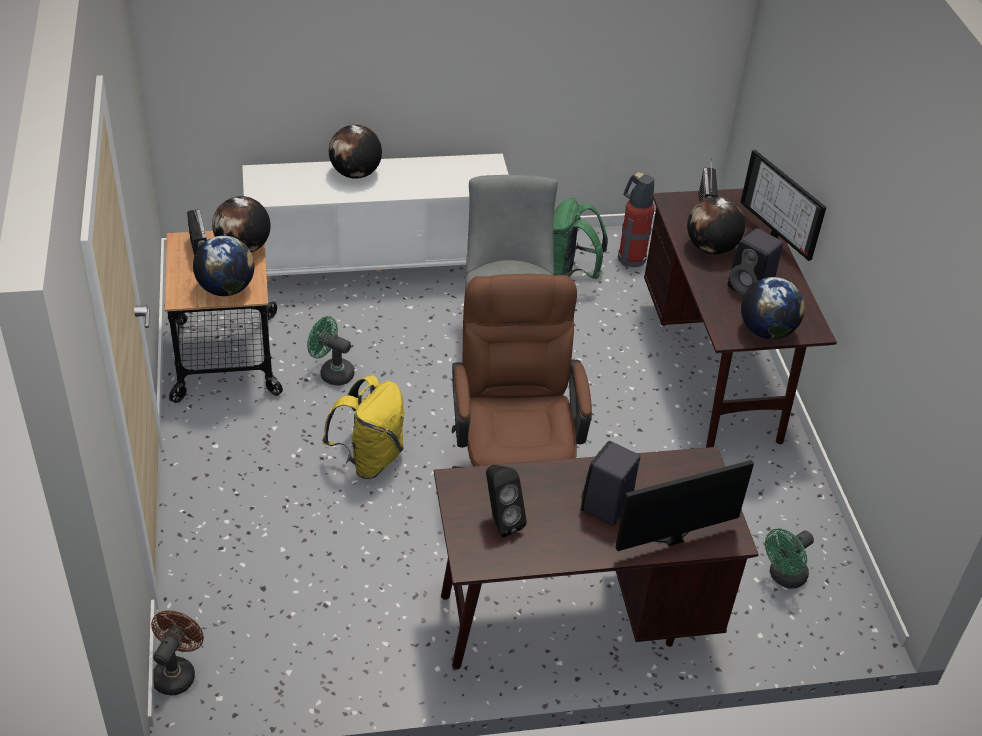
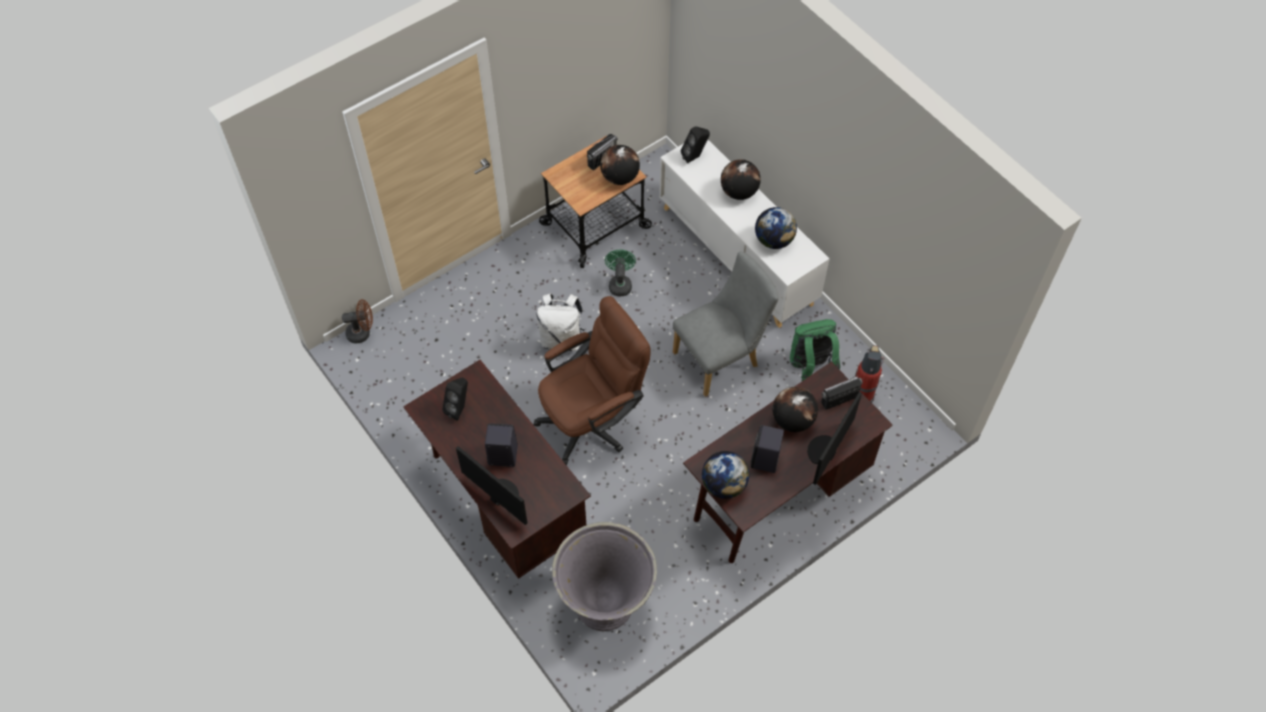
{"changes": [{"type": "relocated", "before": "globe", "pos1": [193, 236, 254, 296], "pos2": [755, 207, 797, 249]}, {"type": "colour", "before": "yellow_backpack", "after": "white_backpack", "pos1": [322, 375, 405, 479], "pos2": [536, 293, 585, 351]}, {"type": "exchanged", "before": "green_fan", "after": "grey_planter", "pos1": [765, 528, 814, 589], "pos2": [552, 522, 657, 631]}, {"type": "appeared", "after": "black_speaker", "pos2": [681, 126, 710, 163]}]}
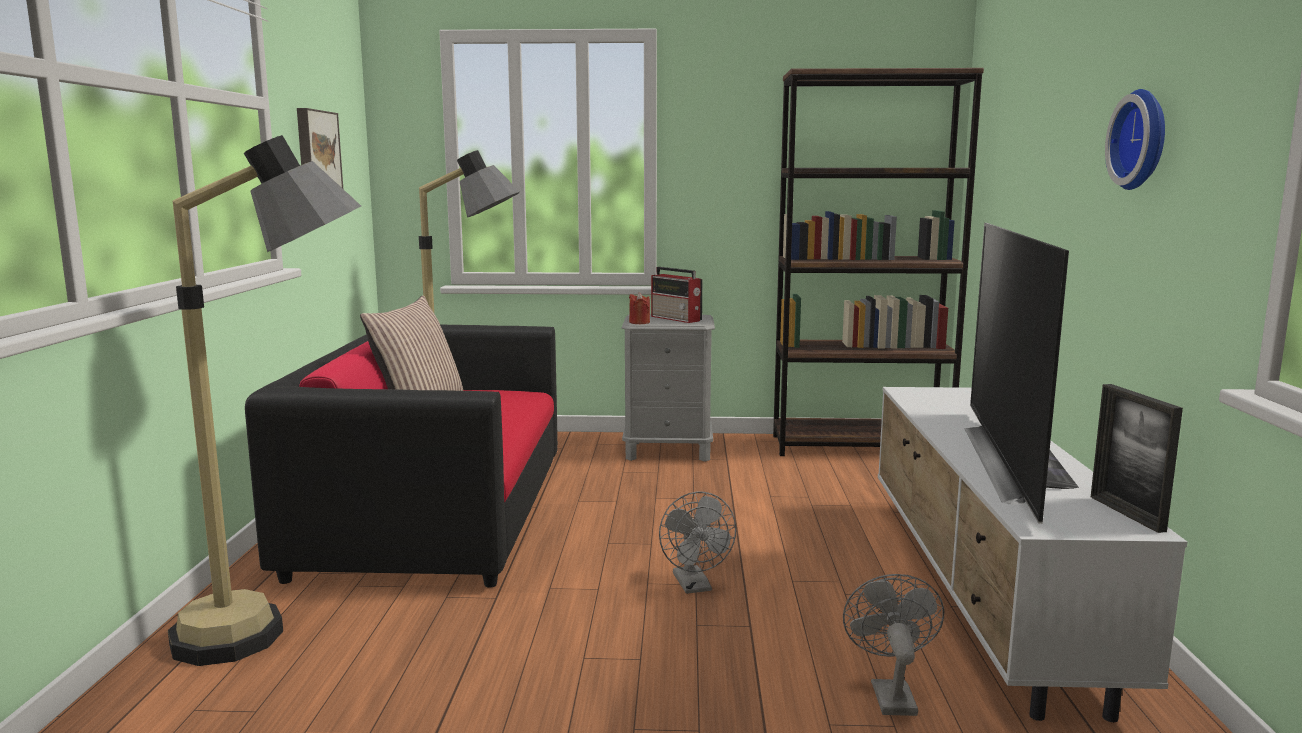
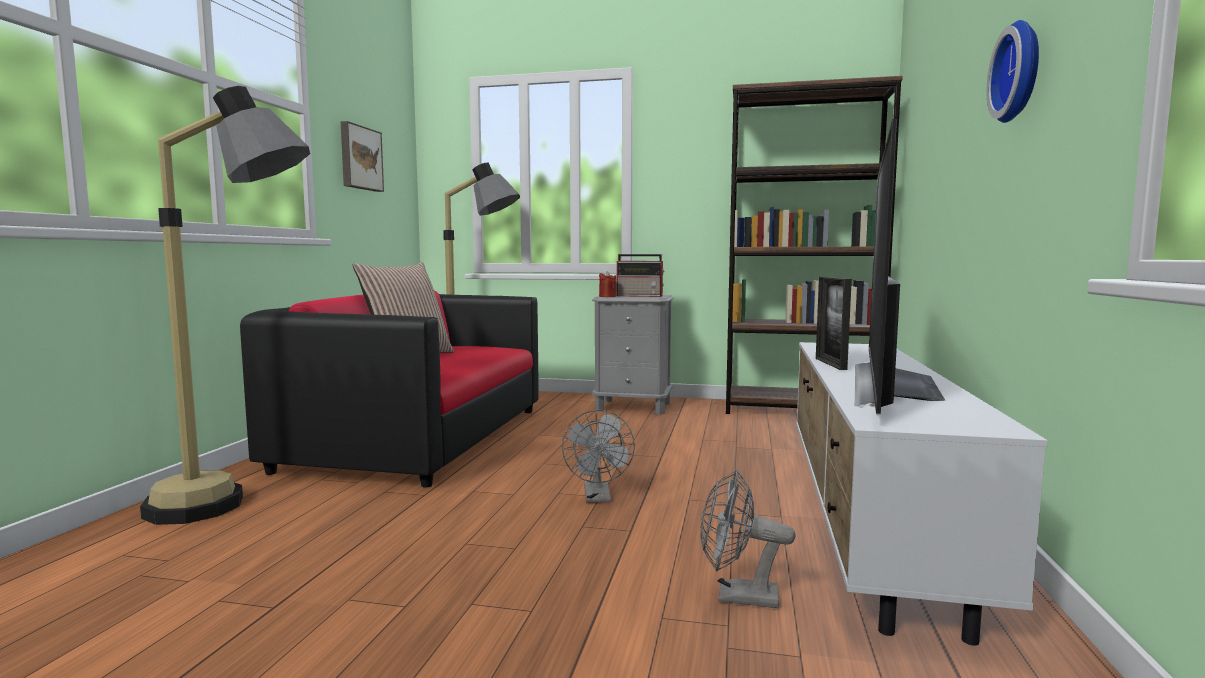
{"changes": [{"type": "spun", "before": "radio", "pos1": [651, 267, 702, 323], "pos2": [617, 254, 665, 297], "turn": -45}, {"type": "relocated", "before": "picture_frame", "pos1": [1091, 384, 1183, 533], "pos2": [816, 277, 852, 370]}, {"type": "spun", "before": "grey_fan", "pos1": [843, 574, 944, 716], "pos2": [701, 470, 796, 608], "turn": -90}]}
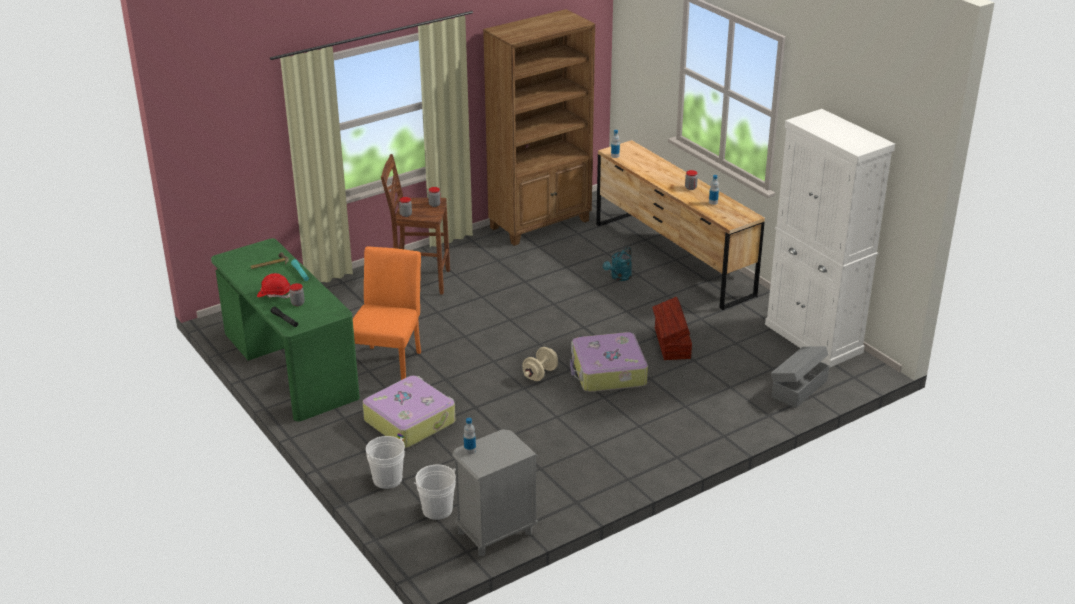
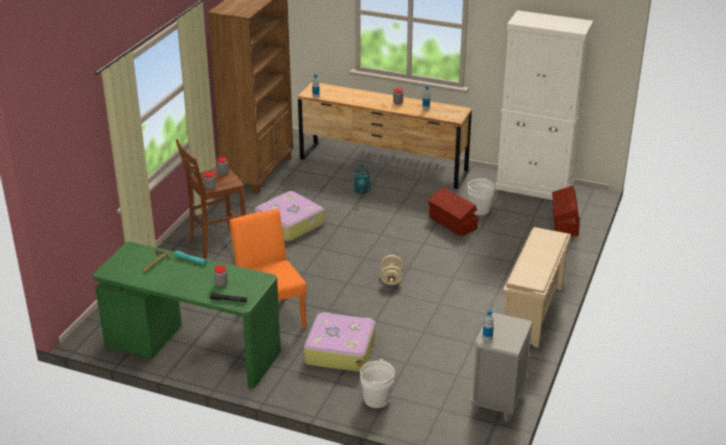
{"changes": [{"type": "missing", "before": "red_hard_hat", "pos1": [257, 273, 290, 298]}, {"type": "relocated", "before": "suitcase", "pos1": [570, 332, 648, 392], "pos2": [255, 191, 324, 241]}, {"type": "colour", "before": "grey_storage_box", "after": "brown_storage_box", "pos1": [771, 346, 830, 408], "pos2": [552, 186, 580, 236]}, {"type": "relocated", "before": "white_bucket", "pos1": [414, 465, 456, 520], "pos2": [468, 178, 495, 215]}, {"type": "appeared", "after": "beige_shoe_rack", "pos2": [503, 227, 571, 348]}]}
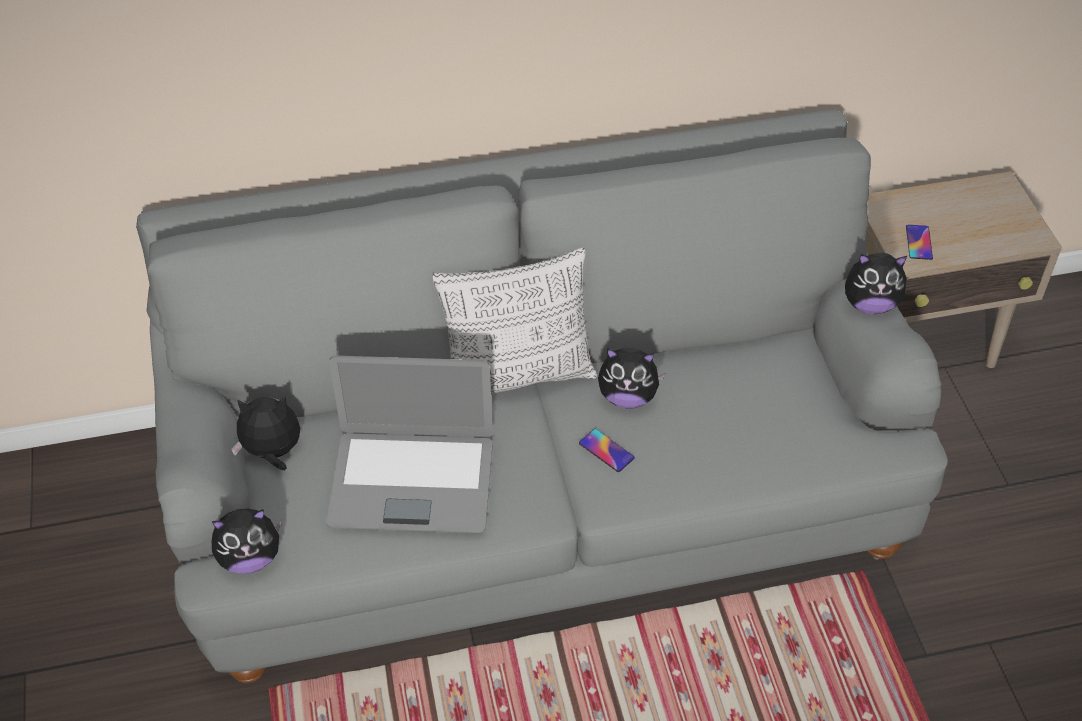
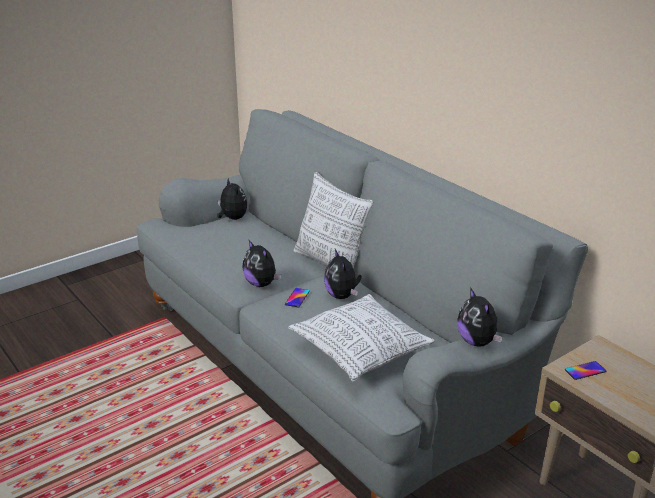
{"changes": [{"type": "missing", "before": "laptop", "pos1": [326, 356, 493, 533]}, {"type": "relocated", "before": "plush_toy", "pos1": [212, 508, 282, 574], "pos2": [242, 239, 281, 287]}, {"type": "appeared", "after": "pillow", "pos2": [288, 294, 435, 382]}]}
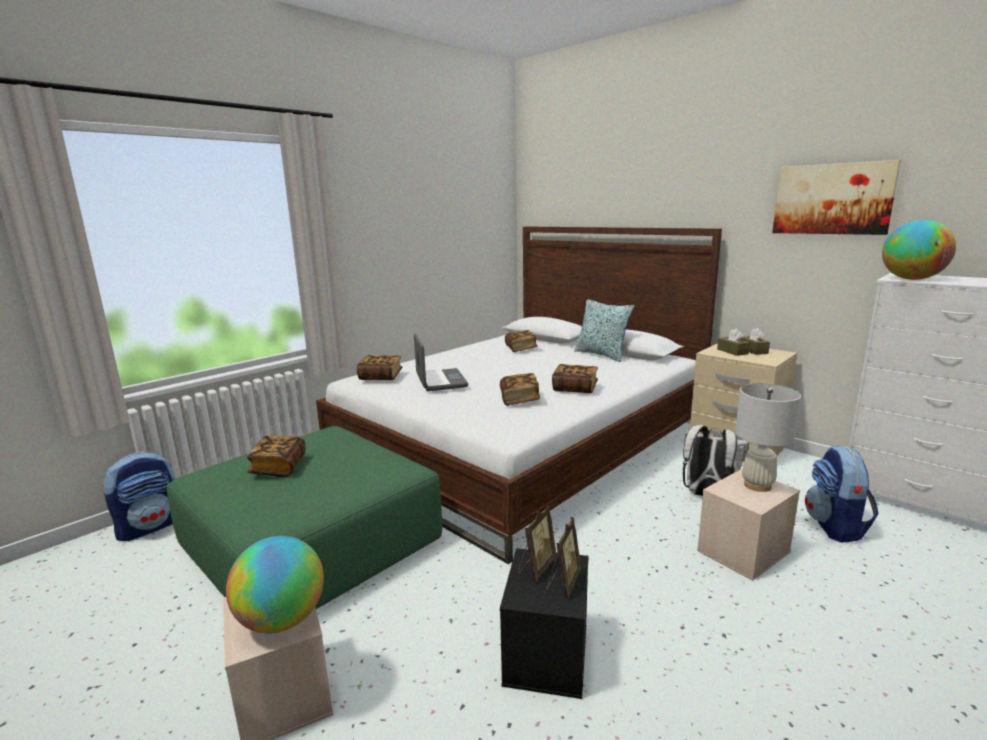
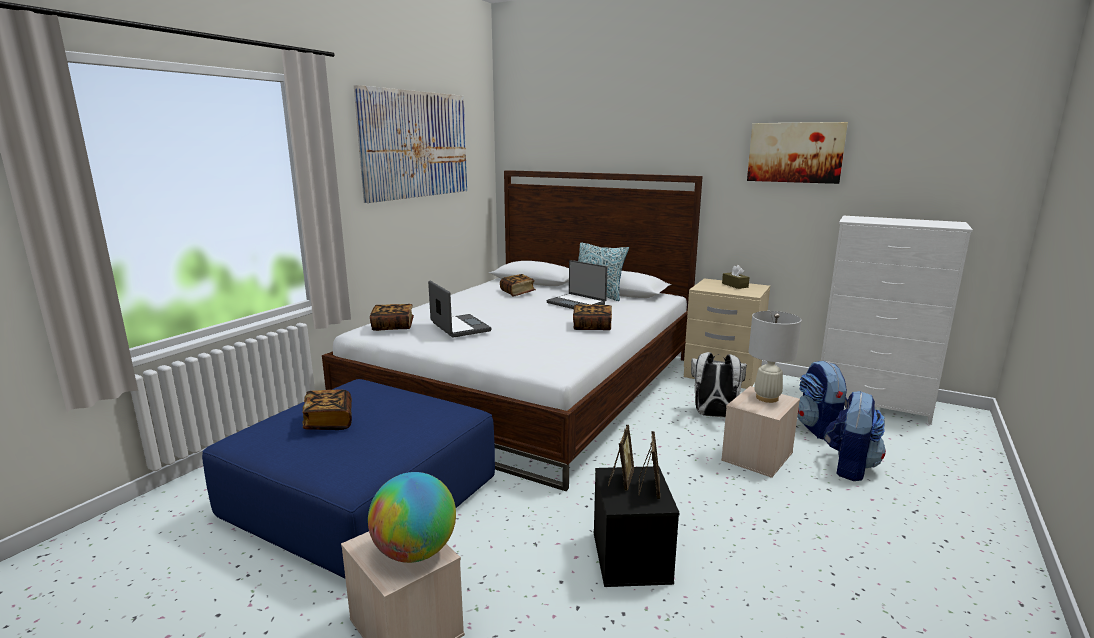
{"changes": [{"type": "missing", "before": "globe", "pos1": [882, 220, 956, 280]}, {"type": "missing", "before": "brown_tissue_box", "pos1": [717, 329, 750, 356]}, {"type": "missing", "before": "book", "pos1": [500, 373, 540, 406]}, {"type": "colour", "before": "green_ottoman", "after": "blue_ottoman", "pos1": [167, 426, 442, 609], "pos2": [202, 379, 495, 578]}, {"type": "relocated", "before": "backpack", "pos1": [103, 451, 175, 541], "pos2": [823, 391, 886, 481]}, {"type": "appeared", "after": "picture", "pos2": [354, 85, 467, 203]}, {"type": "appeared", "after": "laptop", "pos2": [546, 260, 607, 309]}]}
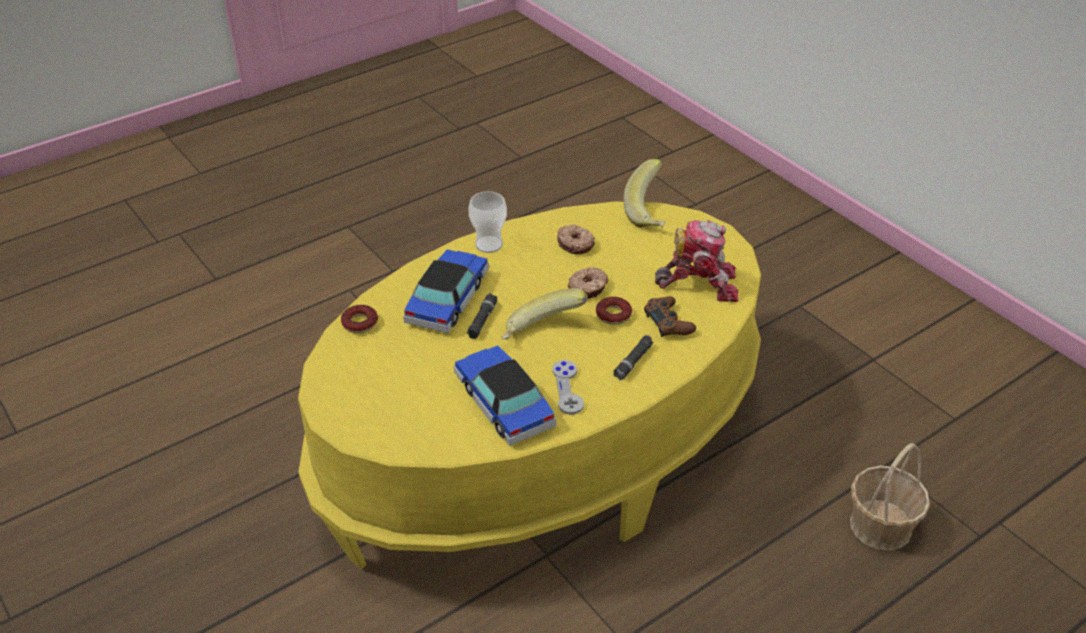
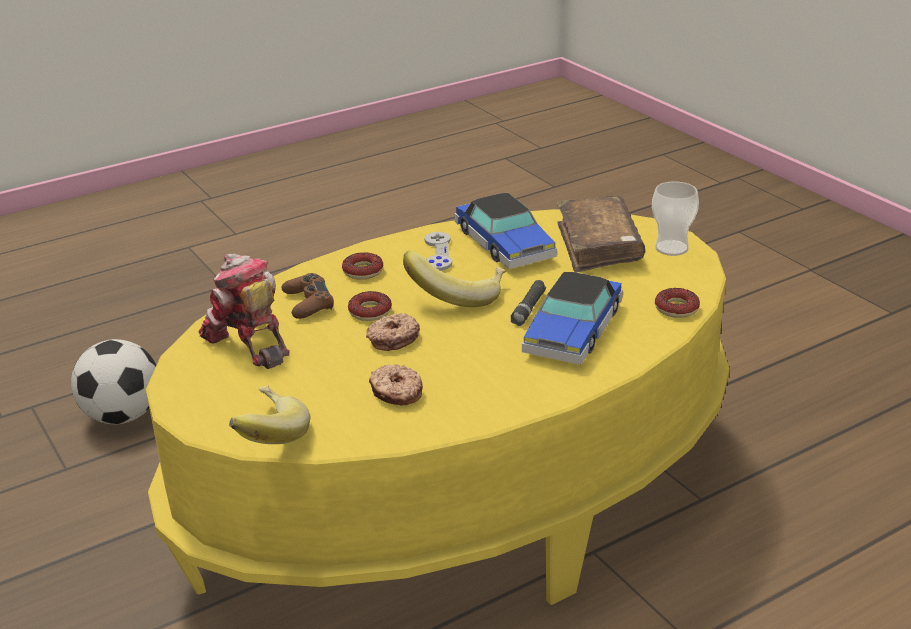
{"changes": [{"type": "relocated", "before": "cup", "pos1": [468, 191, 507, 253], "pos2": [652, 182, 699, 256]}, {"type": "spun", "before": "toy_robot", "pos1": [655, 220, 739, 302], "pos2": [199, 253, 289, 369], "turn": 45}, {"type": "exchanged", "before": "black_flashlight", "after": "donut", "pos1": [613, 335, 654, 380], "pos2": [342, 252, 383, 280]}, {"type": "exchanged", "before": "basket", "after": "football", "pos1": [850, 443, 930, 551], "pos2": [71, 339, 156, 424]}, {"type": "appeared", "after": "brown_book", "pos2": [557, 196, 645, 272]}]}
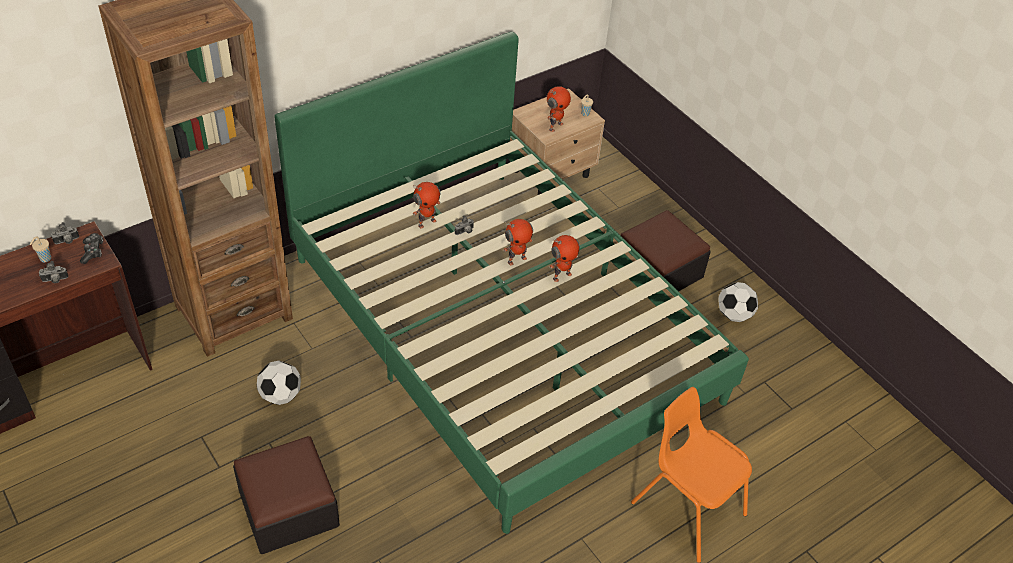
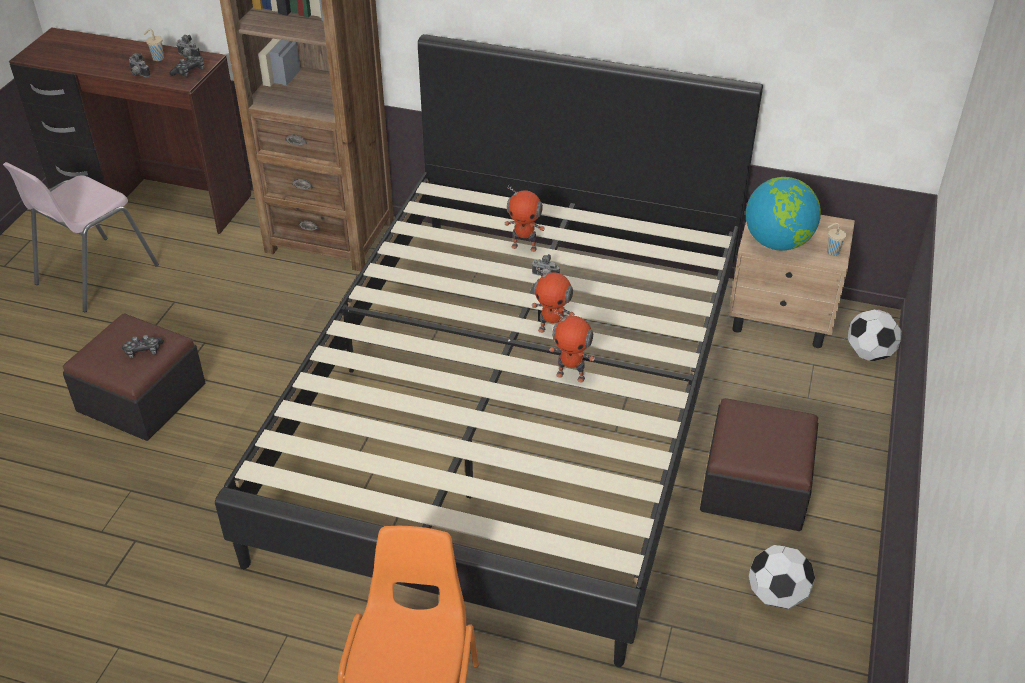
{"changes": [{"type": "colour", "before": "green_bed", "after": "black_bed", "pos1": [274, 31, 749, 534], "pos2": [215, 34, 763, 667]}, {"type": "exchanged", "before": "toy_robot", "after": "globe", "pos1": [547, 86, 571, 132], "pos2": [746, 177, 821, 251]}, {"type": "relocated", "before": "football", "pos1": [257, 360, 301, 405], "pos2": [848, 309, 901, 361]}, {"type": "appeared", "after": "pink_chair", "pos2": [3, 162, 159, 312]}, {"type": "appeared", "after": "game_controller", "pos2": [122, 335, 164, 358]}]}
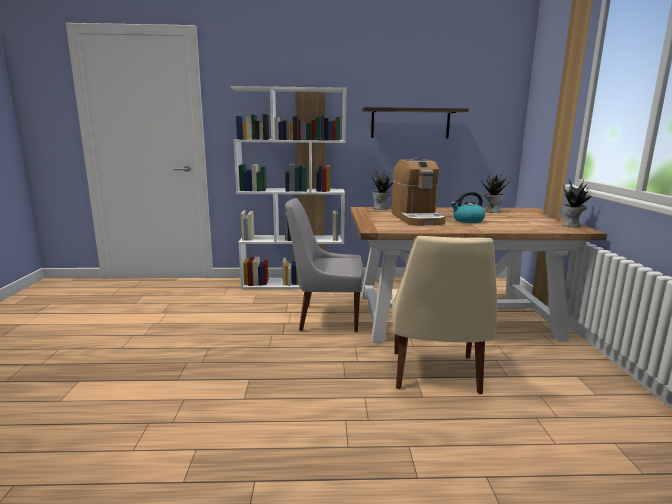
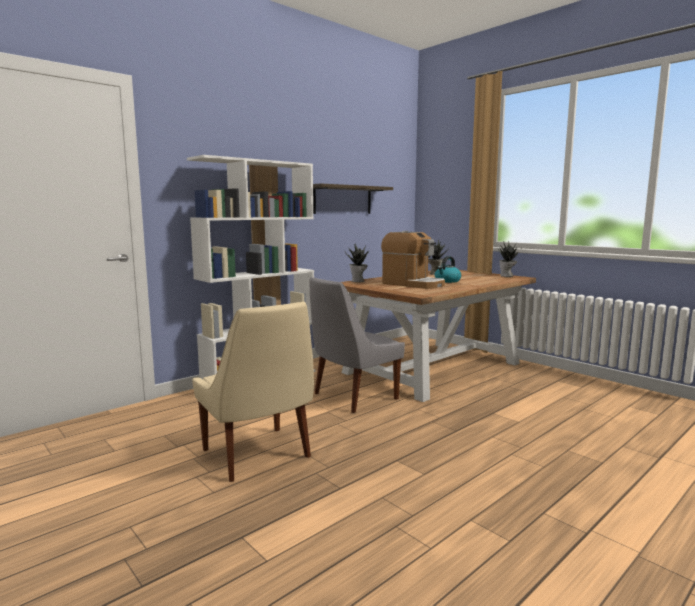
{"changes": [{"type": "relocated", "before": "beige_chair", "pos1": [392, 236, 497, 394], "pos2": [192, 302, 314, 482]}]}
